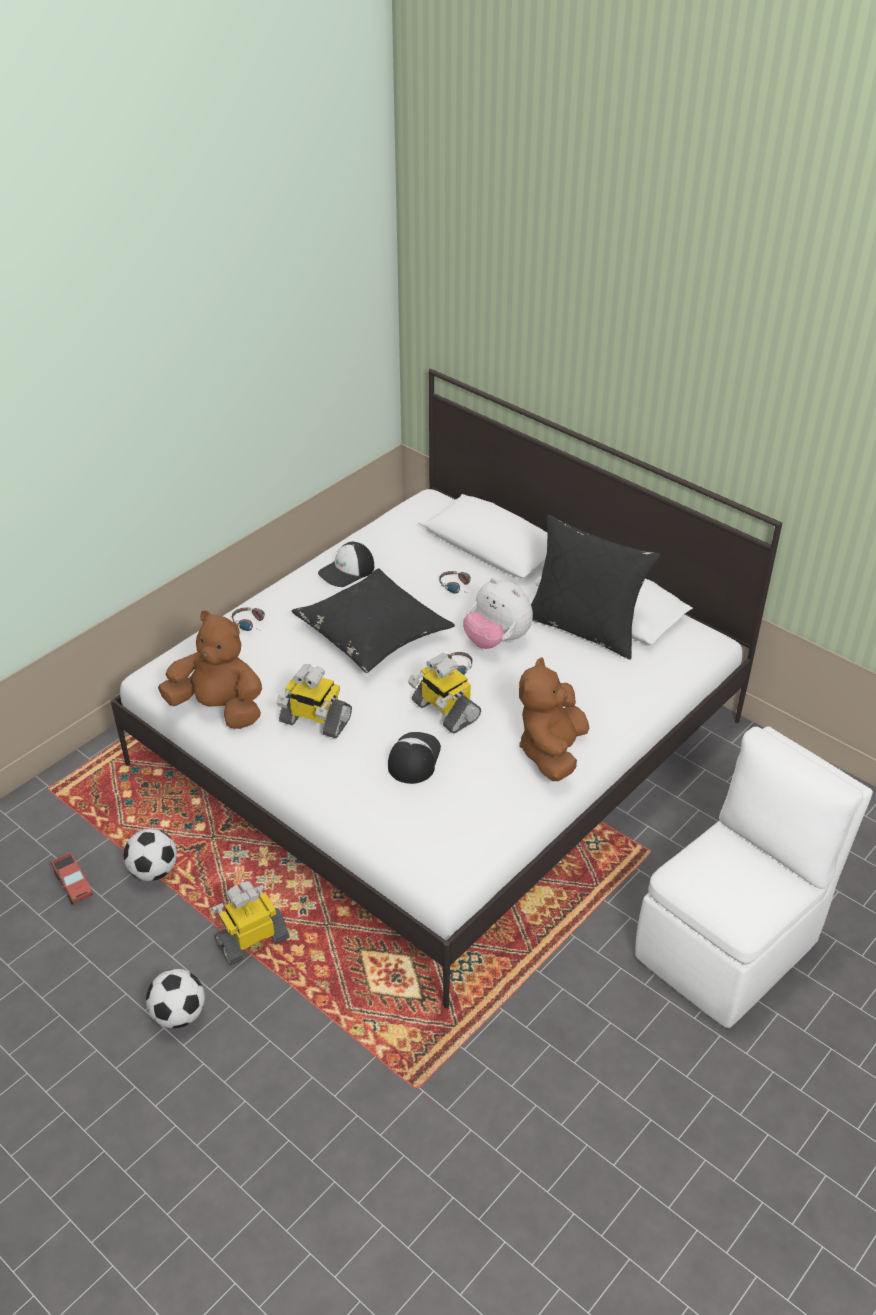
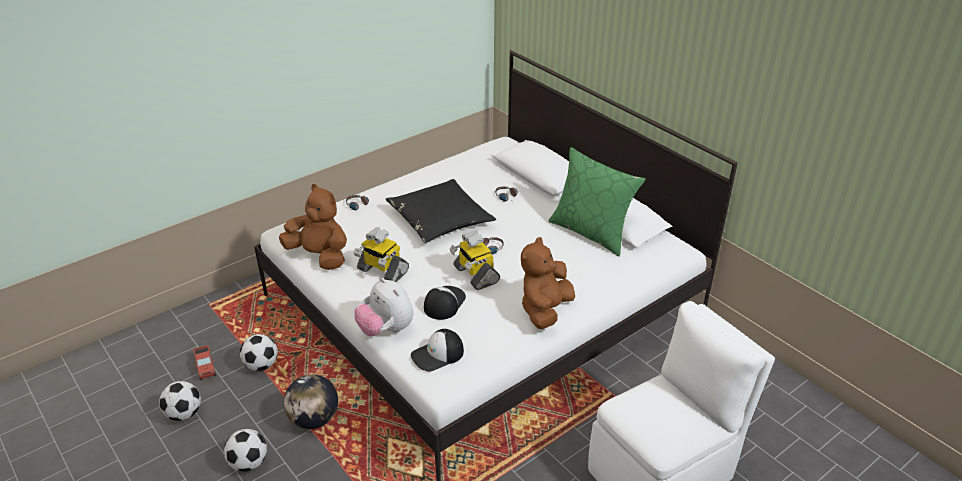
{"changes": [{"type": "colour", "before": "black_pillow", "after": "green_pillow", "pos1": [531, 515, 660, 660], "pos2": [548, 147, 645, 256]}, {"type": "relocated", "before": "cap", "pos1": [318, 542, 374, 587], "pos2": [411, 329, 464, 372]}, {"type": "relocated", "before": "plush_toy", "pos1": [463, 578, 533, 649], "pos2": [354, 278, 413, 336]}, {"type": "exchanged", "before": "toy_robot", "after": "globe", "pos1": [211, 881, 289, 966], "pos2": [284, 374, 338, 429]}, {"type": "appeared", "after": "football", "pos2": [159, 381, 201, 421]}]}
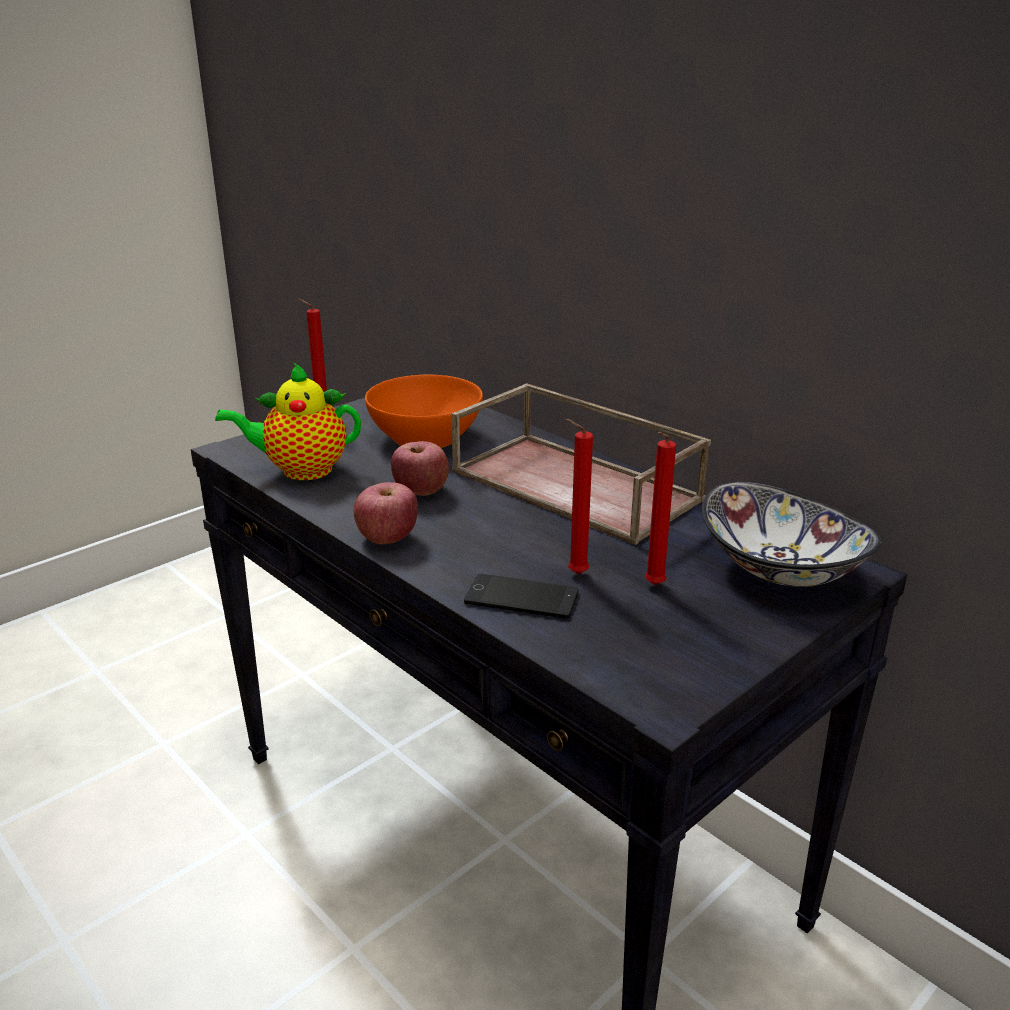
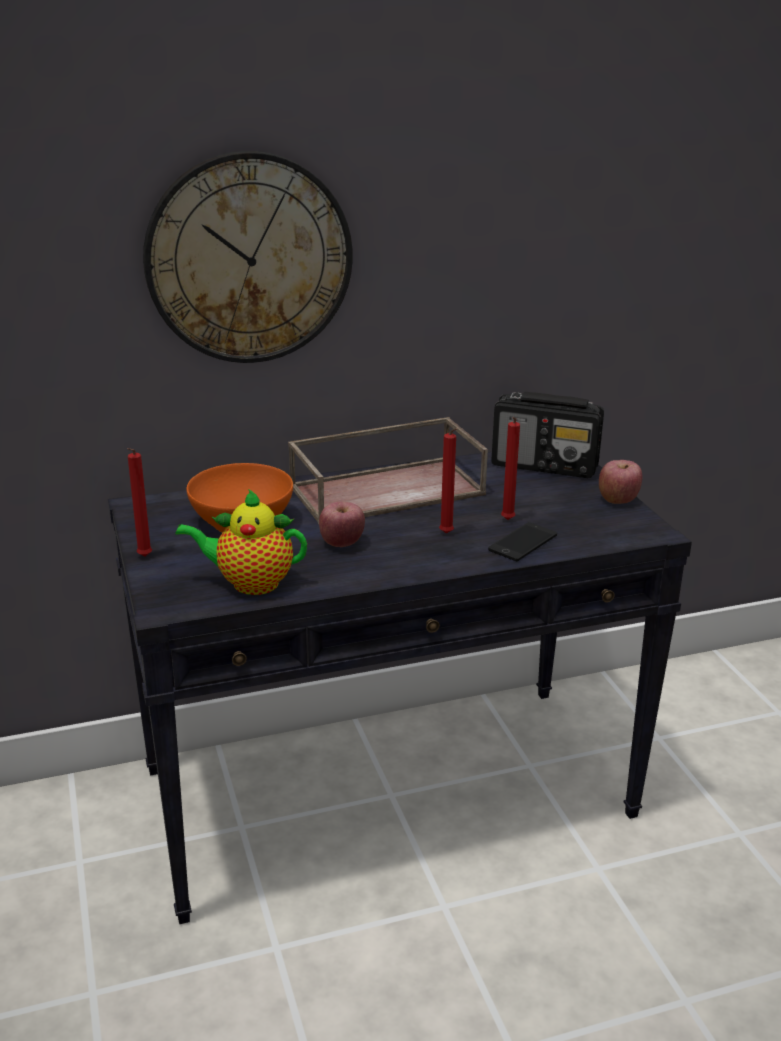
{"changes": [{"type": "spun", "before": "teapot", "pos1": [215, 362, 361, 480], "pos2": [175, 489, 307, 595], "turn": 75}, {"type": "relocated", "before": "red_candle", "pos1": [645, 432, 676, 585], "pos2": [439, 428, 457, 534]}, {"type": "relocated", "before": "apple", "pos1": [353, 482, 418, 545], "pos2": [599, 460, 643, 504]}, {"type": "exchanged", "before": "bowl", "after": "radio", "pos1": [702, 482, 881, 587], "pos2": [491, 392, 604, 478]}, {"type": "appeared", "after": "wall_clock", "pos2": [143, 151, 353, 363]}]}
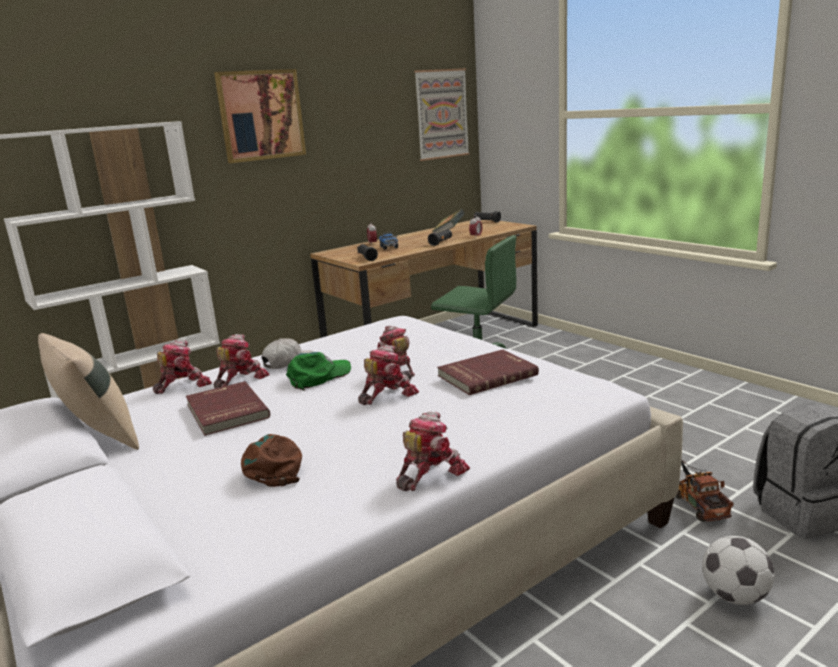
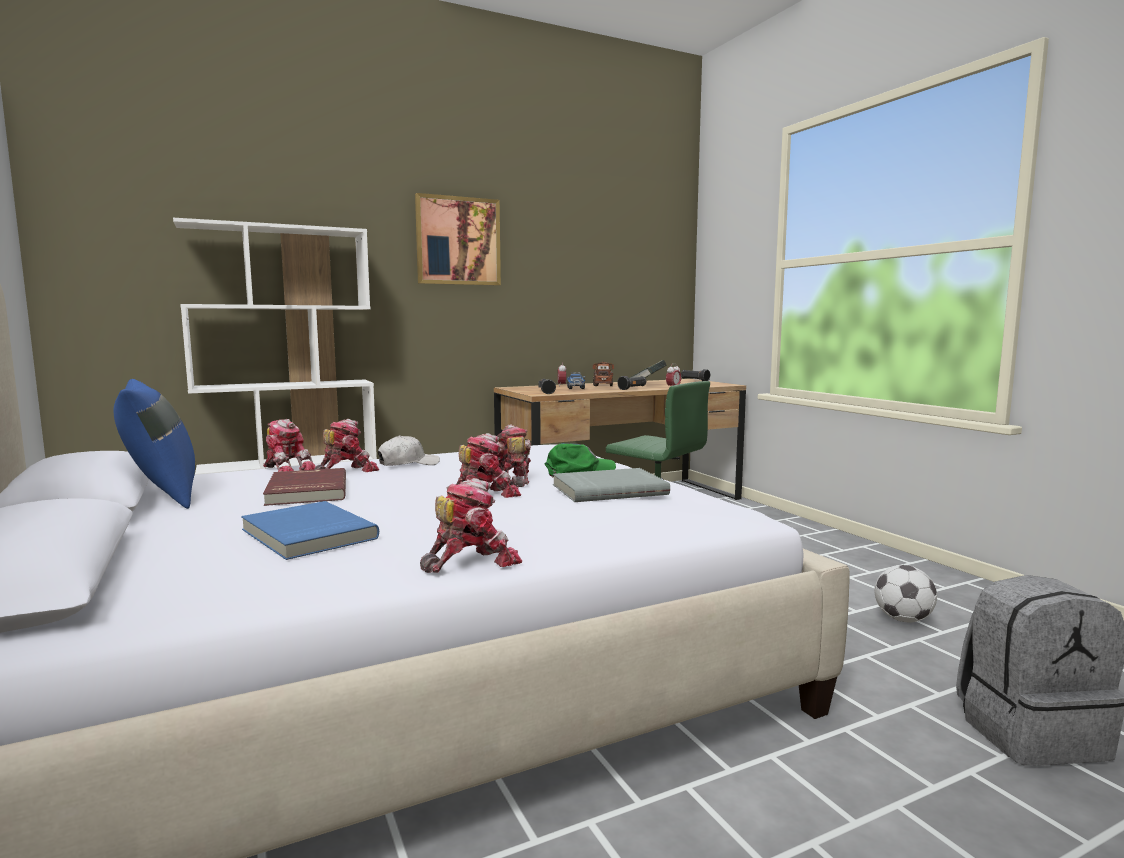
{"changes": [{"type": "missing", "before": "picture", "pos1": [414, 68, 470, 161]}, {"type": "colour", "before": "beige_pillow", "after": "blue_pillow", "pos1": [38, 333, 139, 450], "pos2": [113, 379, 195, 509]}, {"type": "spun", "before": "toy_robot", "pos1": [153, 340, 212, 394], "pos2": [263, 419, 316, 472], "turn": 60}, {"type": "colour", "before": "red_book", "after": "grey_book", "pos1": [437, 349, 539, 395], "pos2": [553, 468, 670, 502]}, {"type": "relocated", "before": "green_cap", "pos1": [286, 352, 351, 390], "pos2": [545, 443, 616, 478]}, {"type": "exchanged", "before": "brown_cap", "after": "blue_book", "pos1": [241, 434, 302, 487], "pos2": [241, 501, 379, 560]}, {"type": "relocated", "before": "toy_truck", "pos1": [676, 459, 734, 522], "pos2": [593, 362, 614, 386]}, {"type": "relocated", "before": "football", "pos1": [702, 536, 775, 605], "pos2": [874, 565, 937, 622]}]}
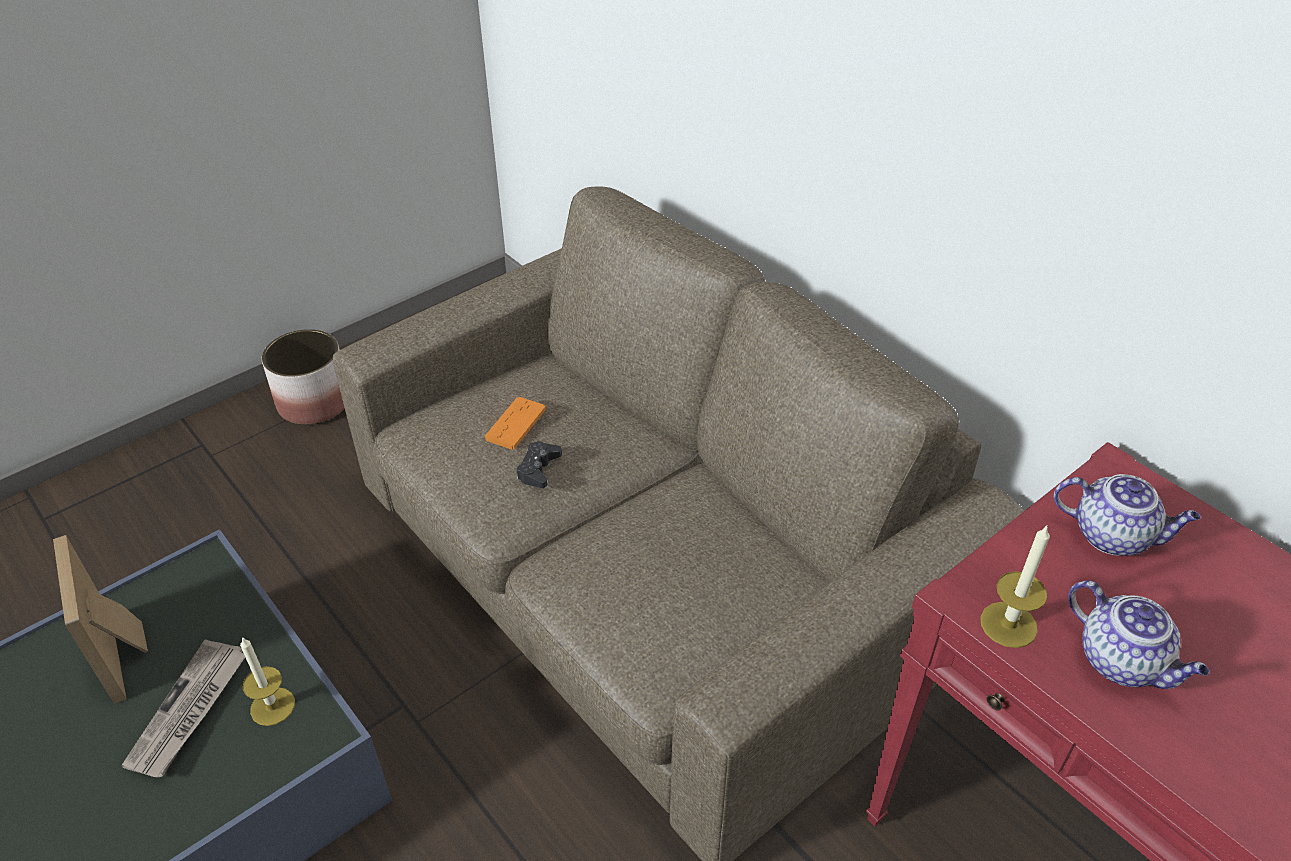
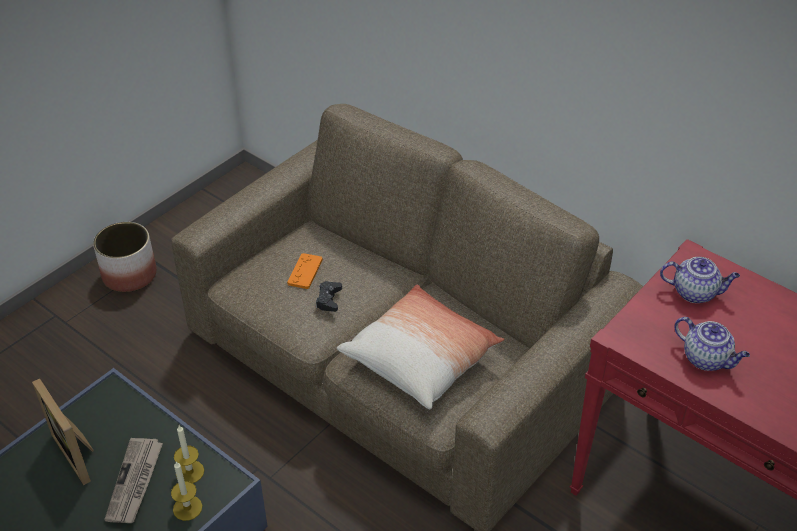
{"changes": [{"type": "relocated", "before": "candle", "pos1": [980, 526, 1050, 648], "pos2": [171, 461, 202, 521]}, {"type": "appeared", "after": "pillow", "pos2": [337, 285, 504, 409]}]}
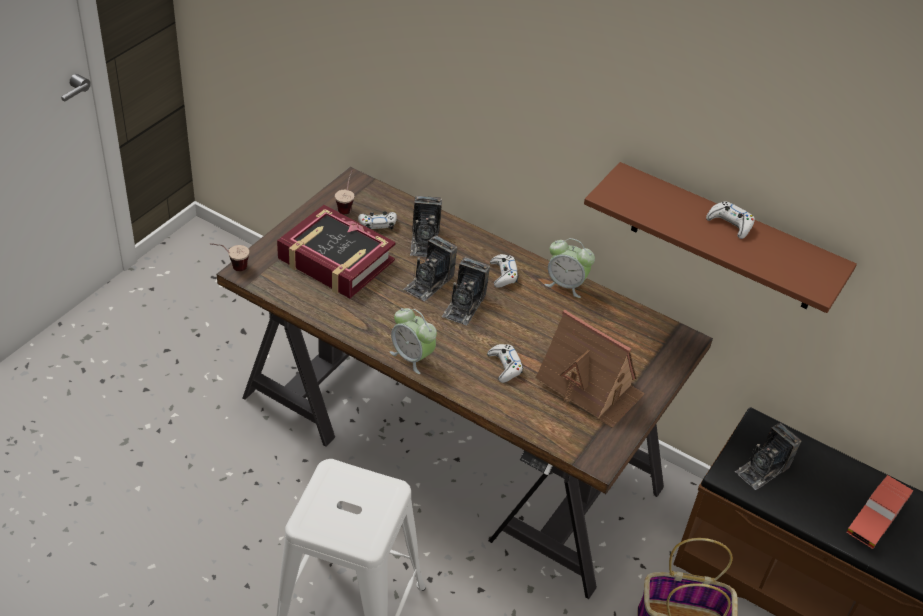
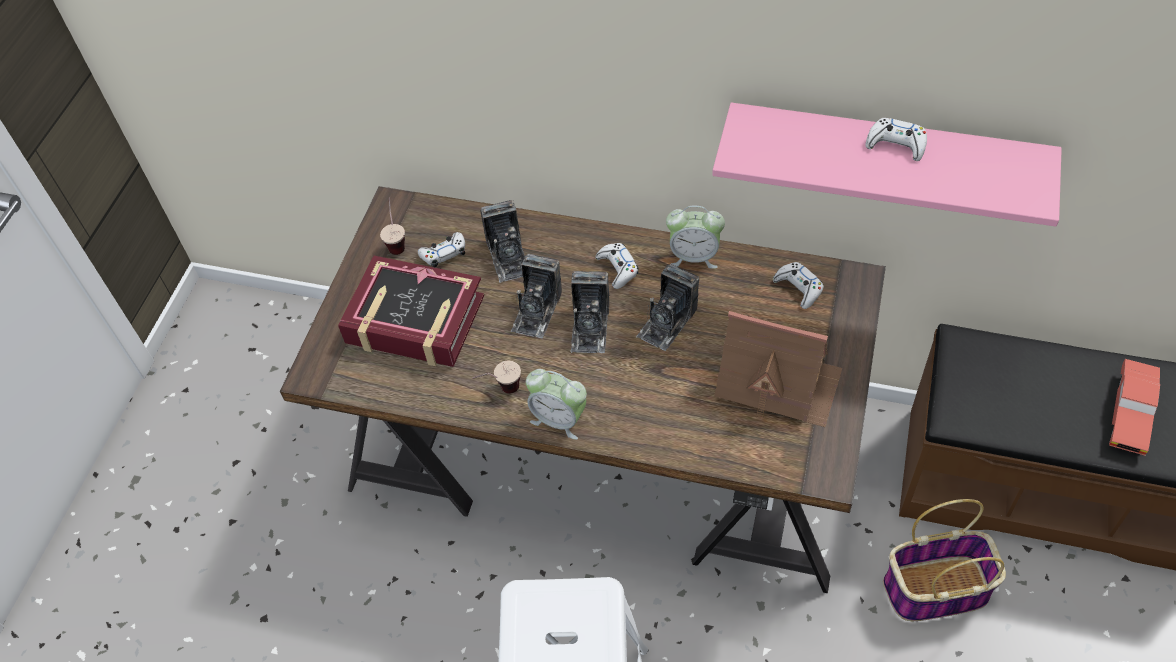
{"changes": [{"type": "colour", "before": "brown_shelf", "after": "pink_shelf", "pos1": [584, 162, 857, 313], "pos2": [712, 103, 1062, 227]}, {"type": "relocated", "before": "cup", "pos1": [210, 243, 249, 271], "pos2": [473, 361, 521, 394]}, {"type": "relocated", "before": "white_game_controller", "pos1": [487, 344, 523, 383], "pos2": [773, 262, 824, 309]}, {"type": "relocated", "before": "photo_camera", "pos1": [735, 423, 801, 490], "pos2": [636, 264, 699, 351]}]}
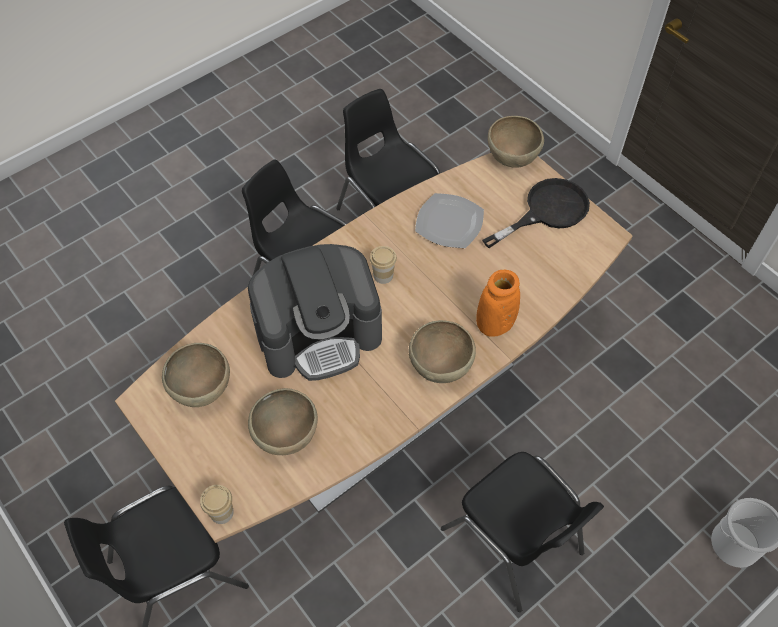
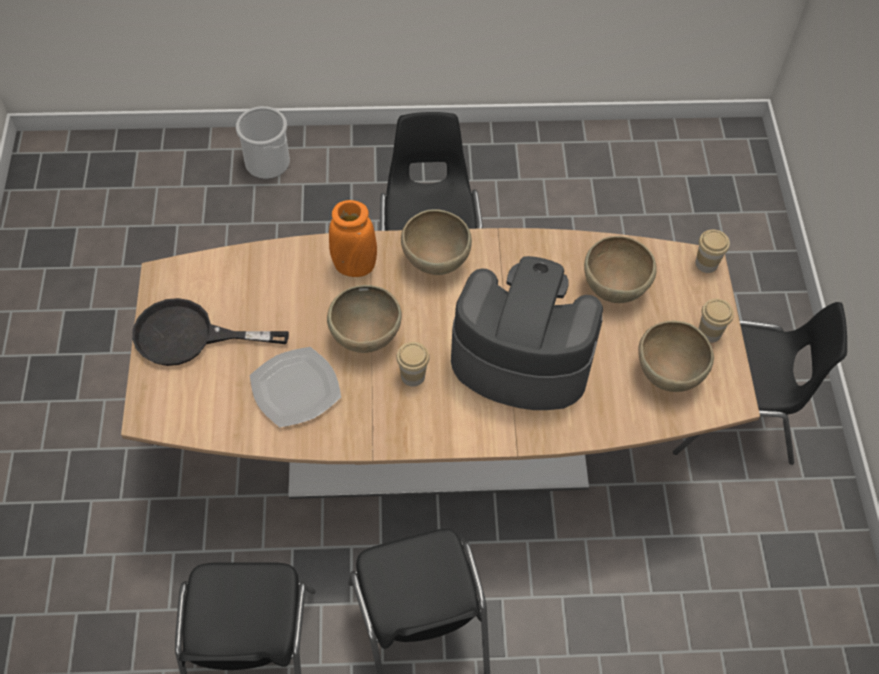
{"changes": [{"type": "relocated", "before": "brown_bowl", "pos1": [488, 116, 544, 168], "pos2": [327, 285, 402, 353]}, {"type": "appeared", "after": "cup", "pos2": [699, 299, 734, 343]}]}
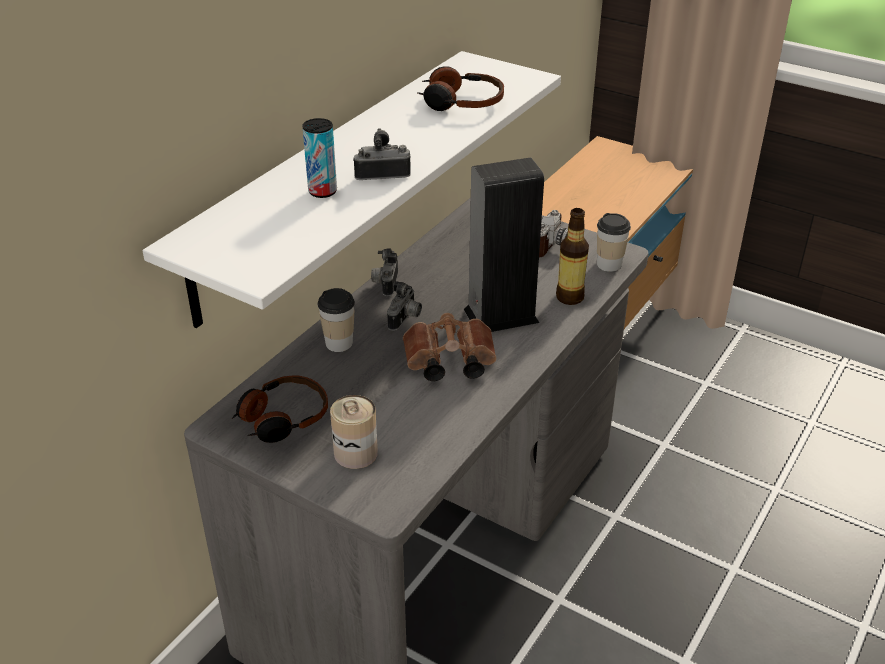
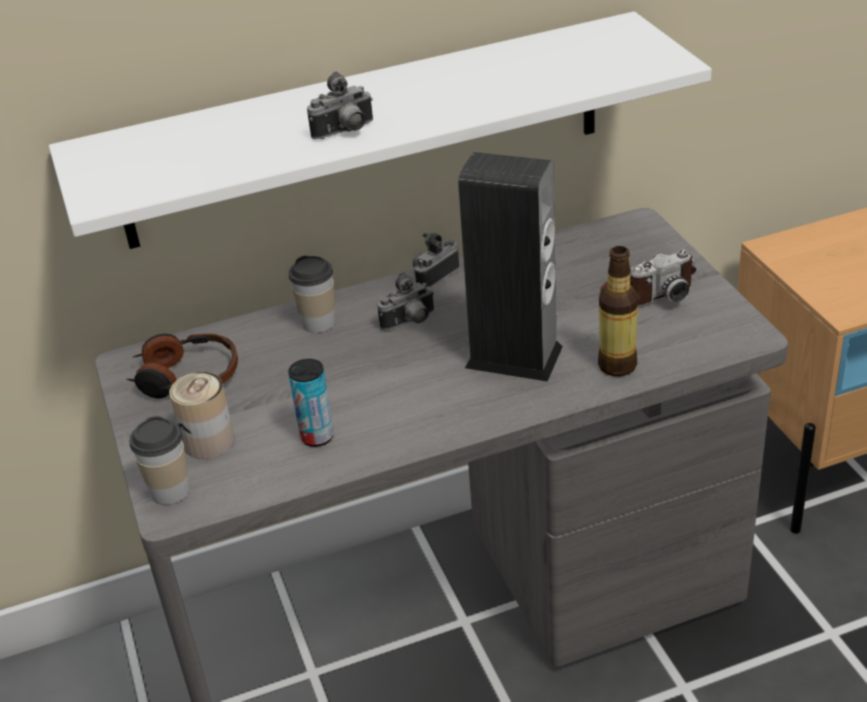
{"changes": [{"type": "missing", "before": "headphones", "pos1": [417, 66, 504, 111]}, {"type": "relocated", "before": "can", "pos1": [302, 118, 337, 198], "pos2": [288, 359, 334, 447]}, {"type": "spun", "before": "photo_camera", "pos1": [353, 128, 411, 180], "pos2": [307, 71, 373, 139], "turn": 120}, {"type": "relocated", "before": "cup", "pos1": [597, 213, 631, 272], "pos2": [129, 416, 190, 505]}, {"type": "missing", "before": "brown_binoculars", "pos1": [403, 313, 496, 381]}]}
